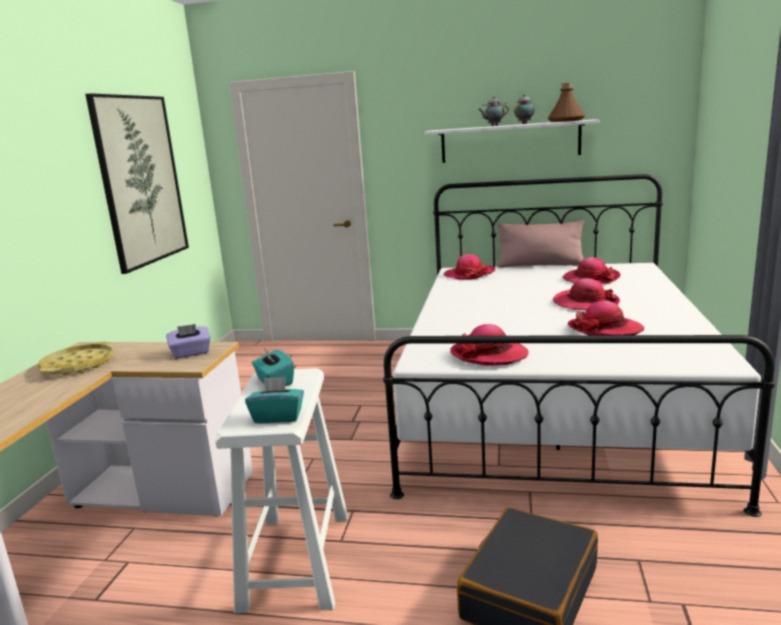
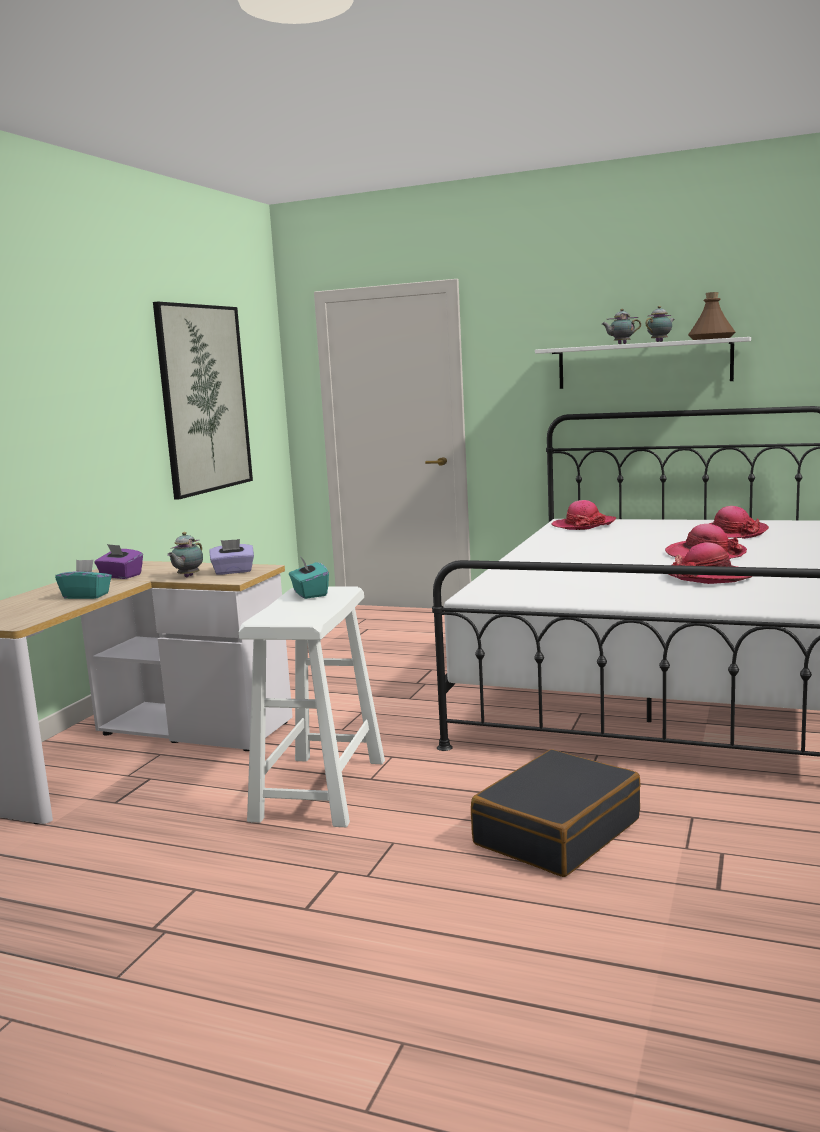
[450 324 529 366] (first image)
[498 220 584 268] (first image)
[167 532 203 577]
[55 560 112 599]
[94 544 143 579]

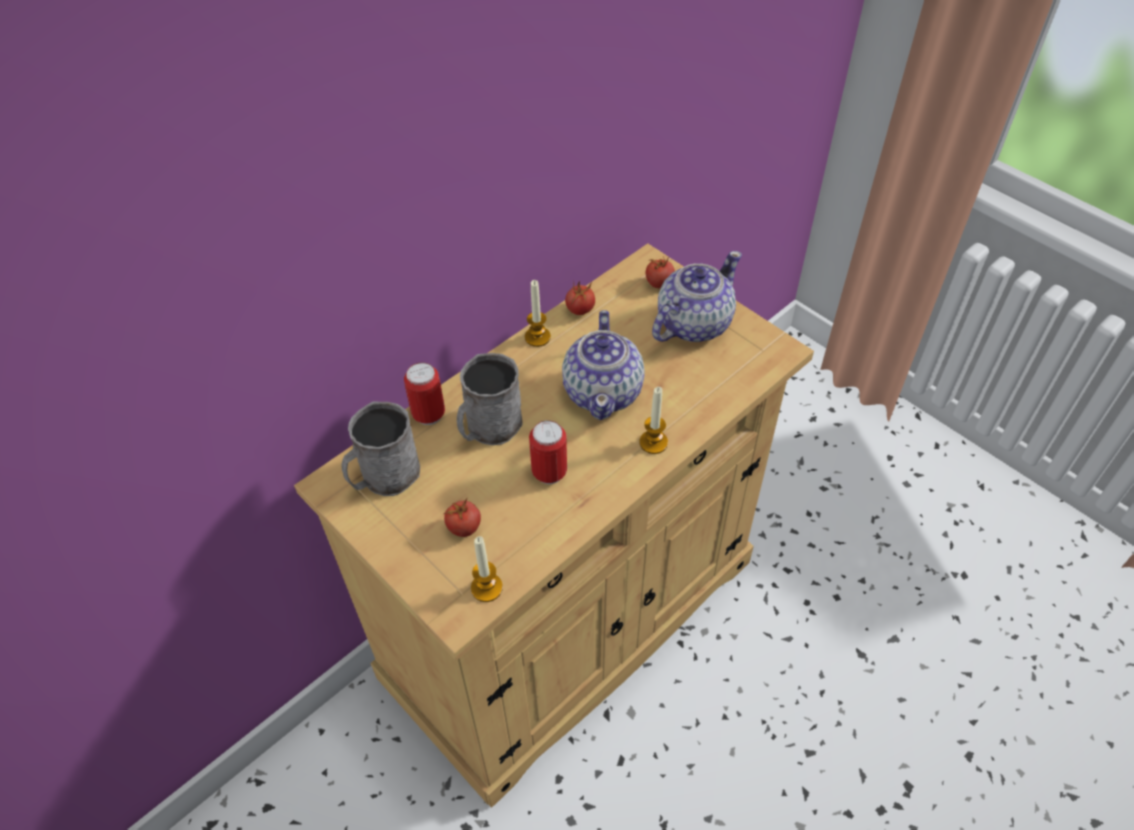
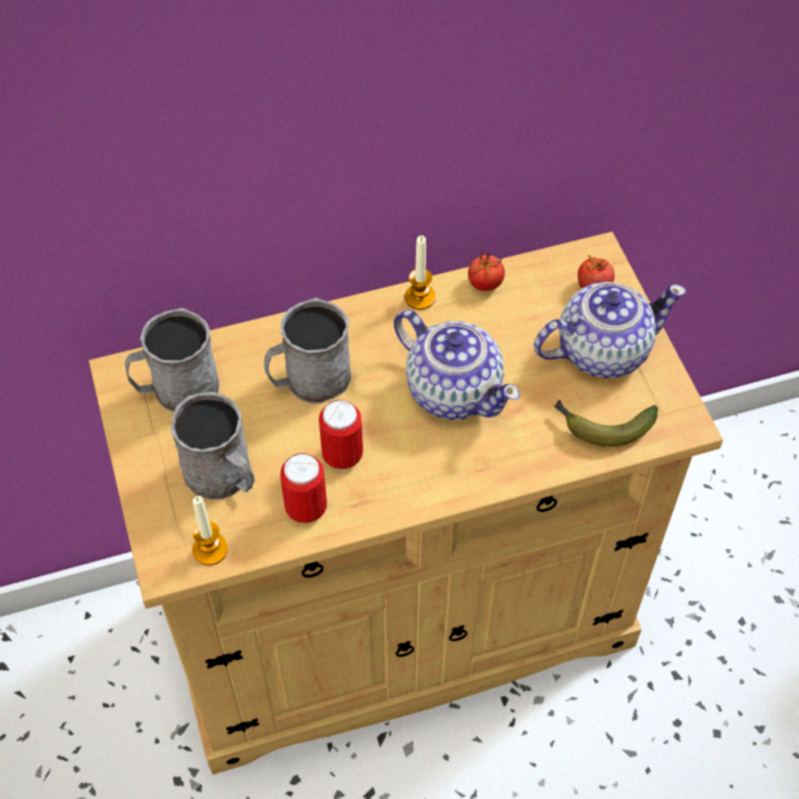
[639 387 668 454] (first image)
[554 400 658 447]
[280 453 327 523]
[171 392 255 500]
[394 310 520 420]

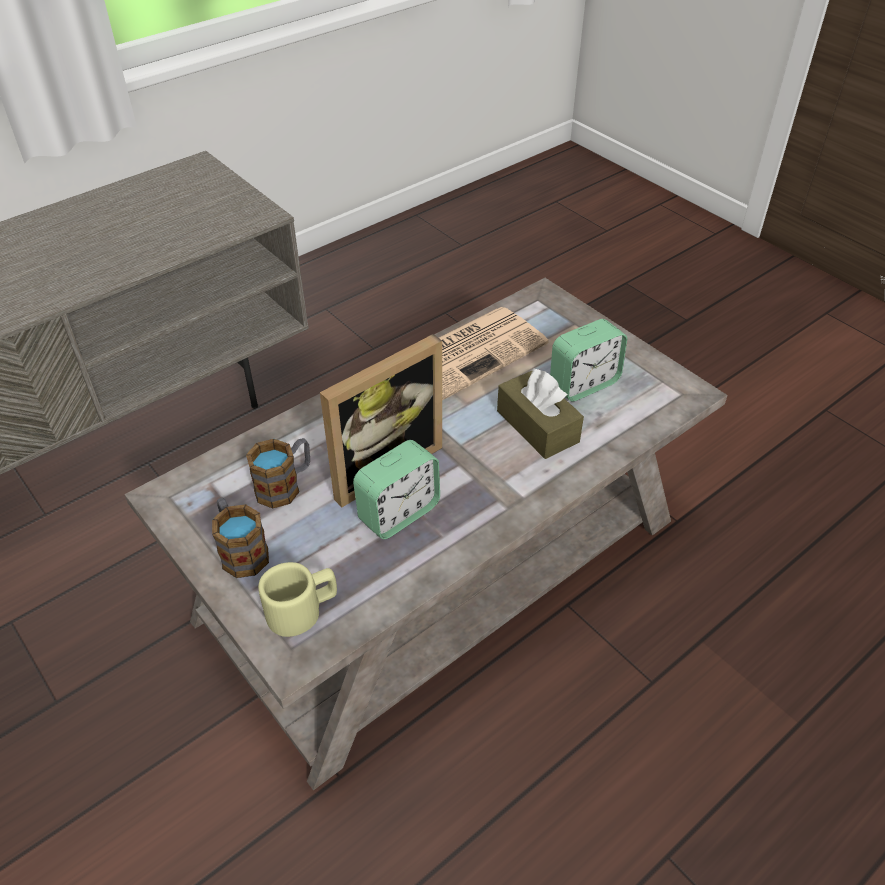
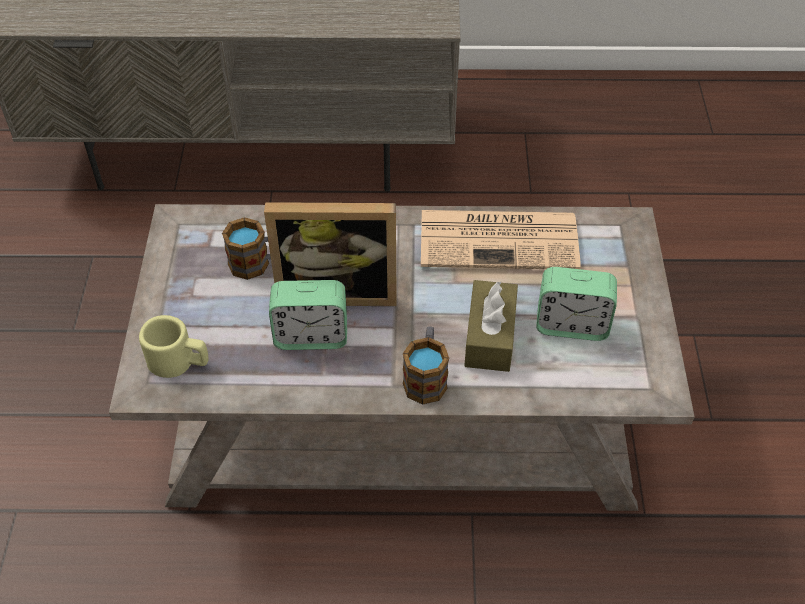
[403 326 449 405]

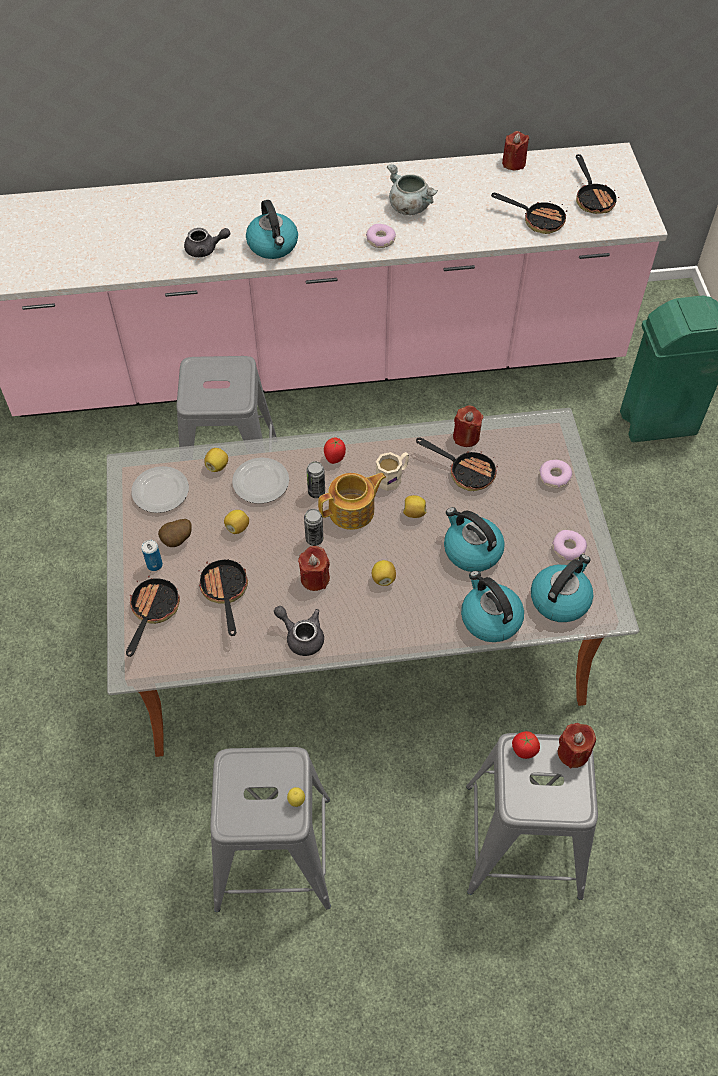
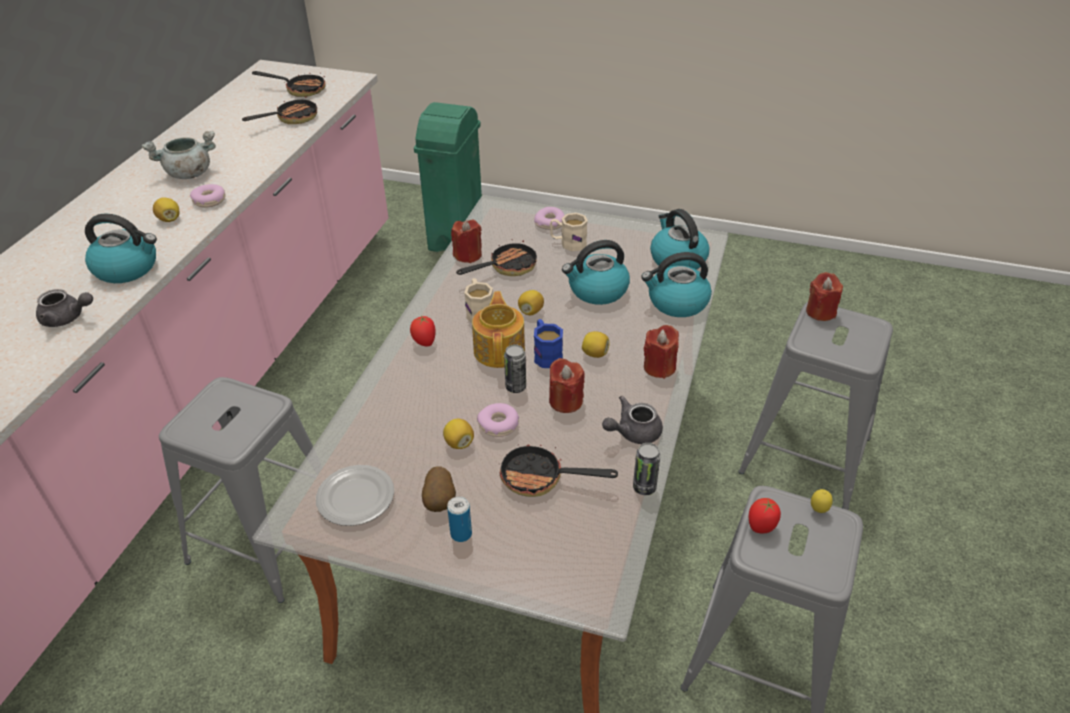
[126 576 180 657] (first image)
[232 457 289 504] (first image)
[534 319 563 368]
[550 213 588 251]
[153 197 179 222]
[633 443 661 495]
[644 325 679 379]
[749 498 781 533]
[477 403 519 437]
[36 289 93 327]

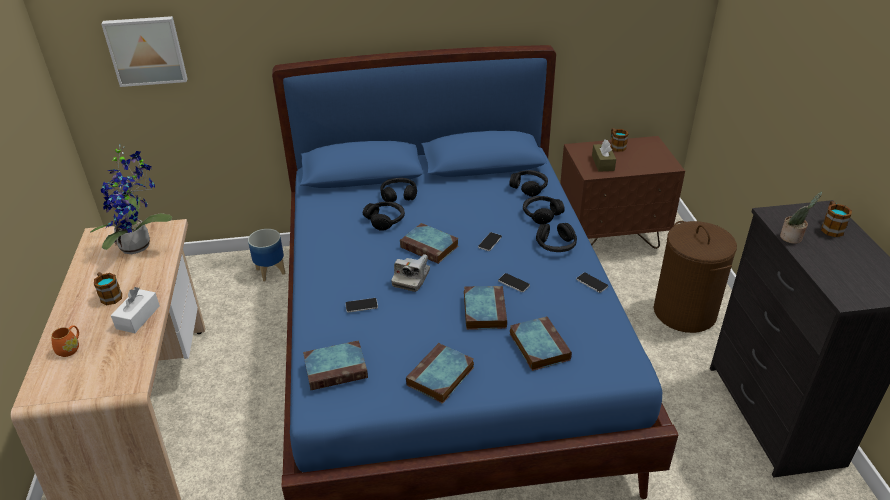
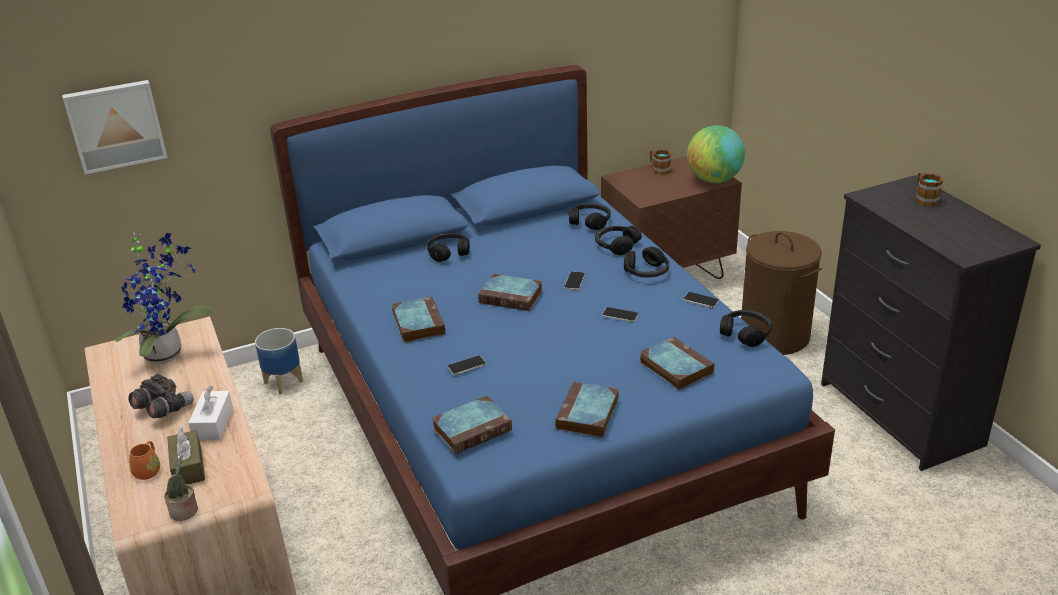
[391 254 430 292] (first image)
[687 125 745 183]
[720 310 772 347]
[392 296 445 343]
[167 428 205 484]
[164 455 198 521]
[128 374 194 419]

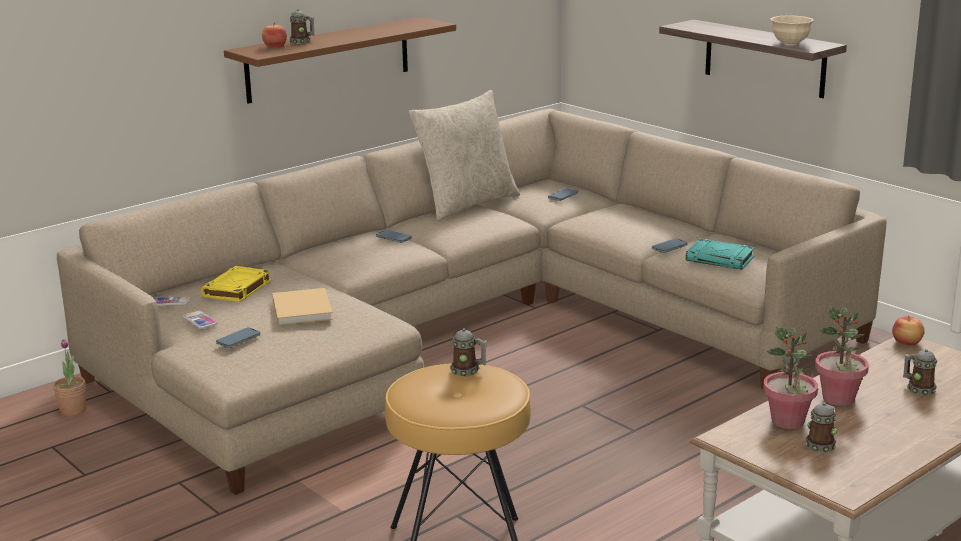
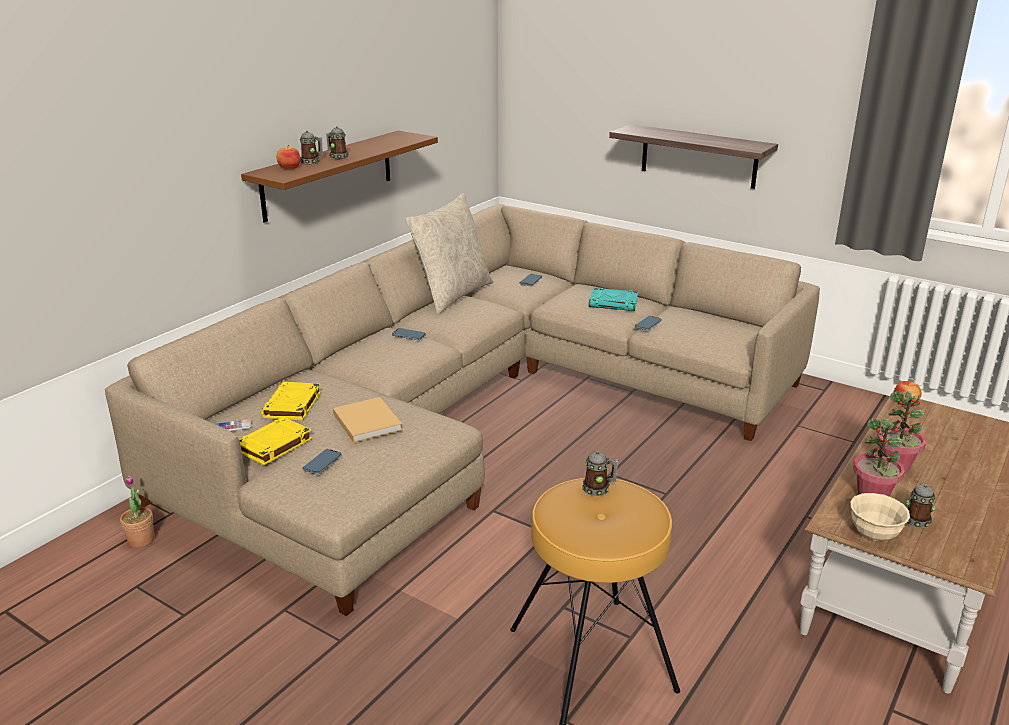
[589 288 638 311]
[850 493 910 540]
[326 126 349 159]
[239 417 312 465]

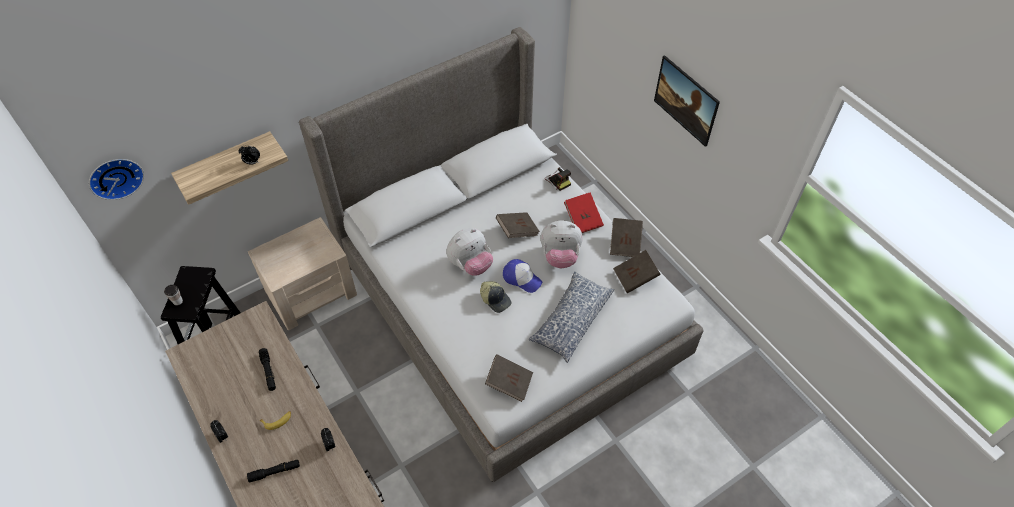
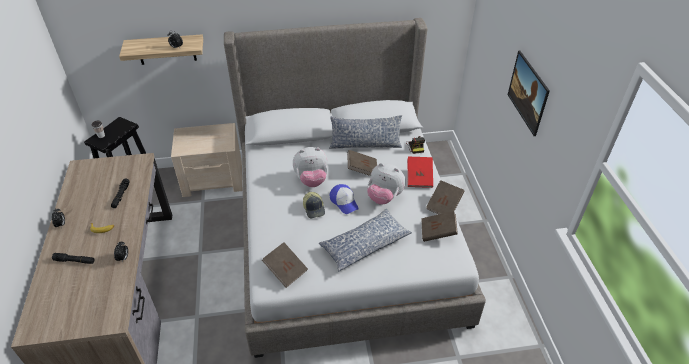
[89 159 144 200] (first image)
[329 115 402 149]

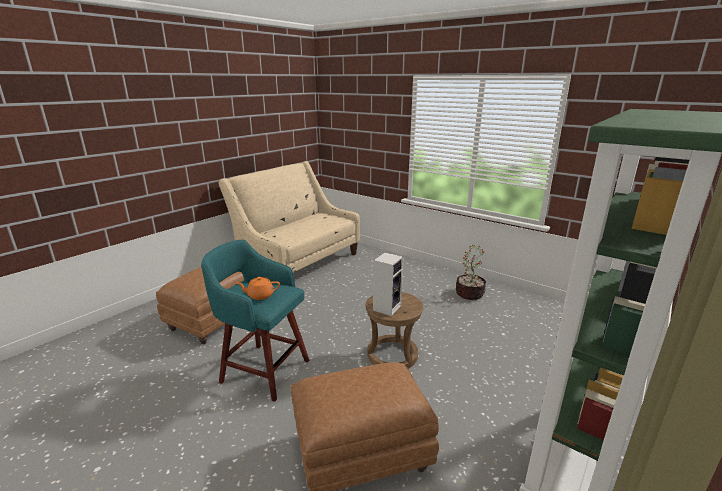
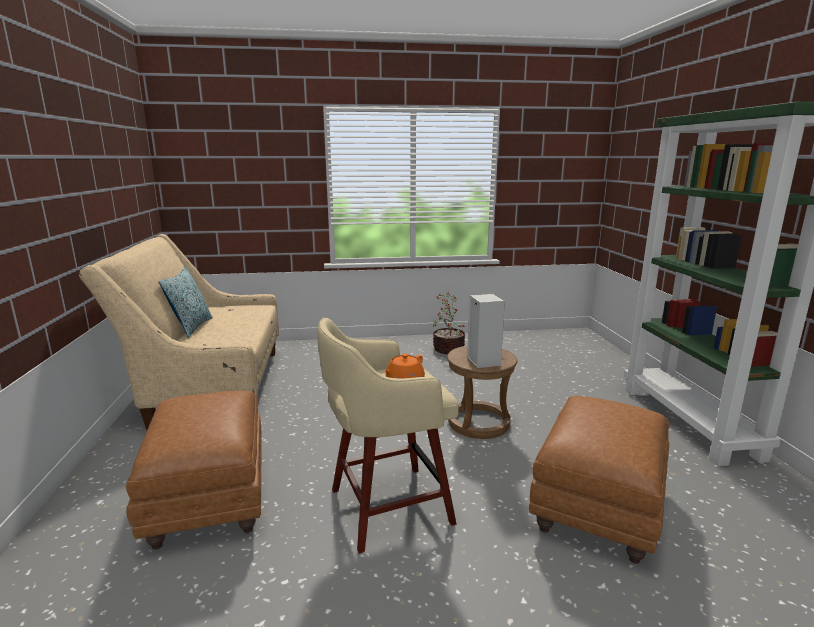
[159 267 213 338]
[317 318 459 554]

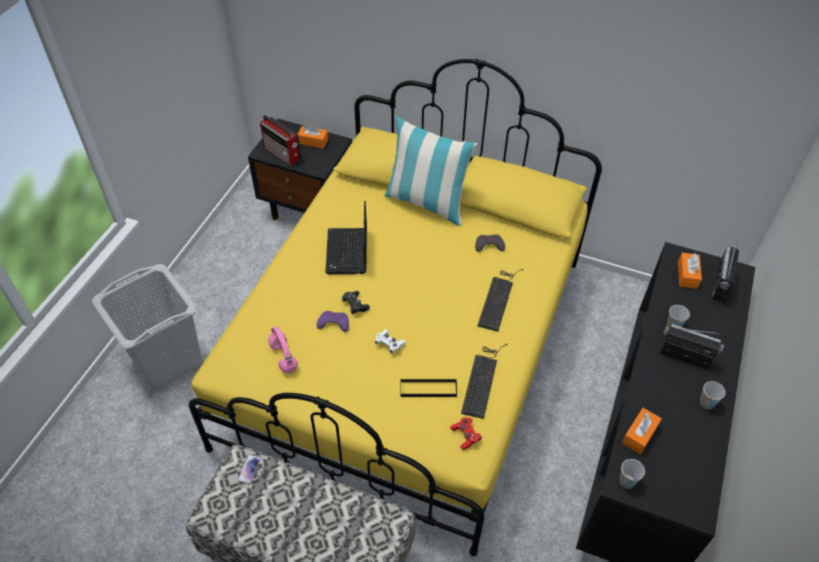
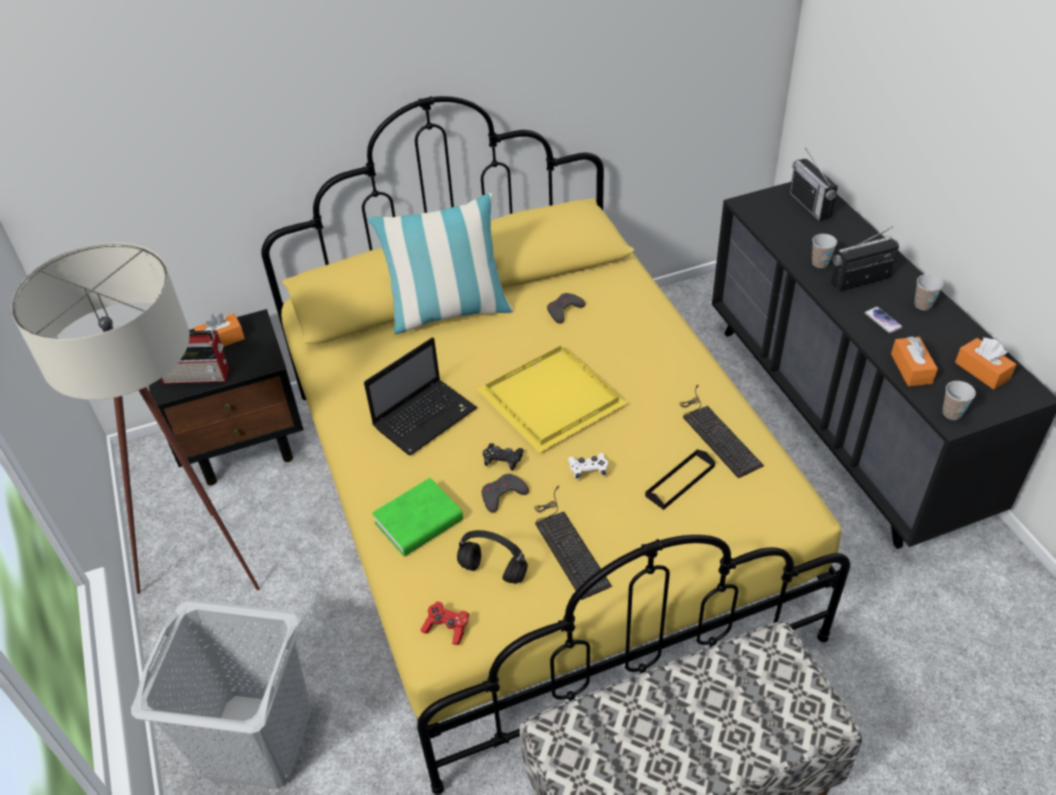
[11 242 260 594]
[372 478 463 556]
[477 345 627 453]
[865 307 902 333]
[421 602 469 645]
[534 486 612 600]
[955 337 1017 389]
[457 530 528 584]
[482 474 529 513]
[364 337 477 455]

